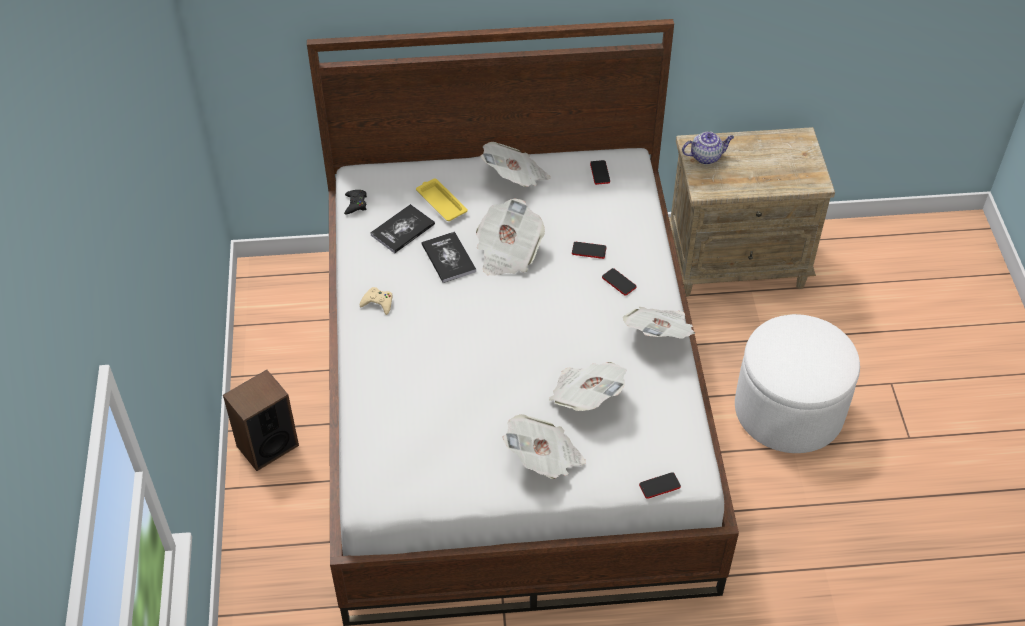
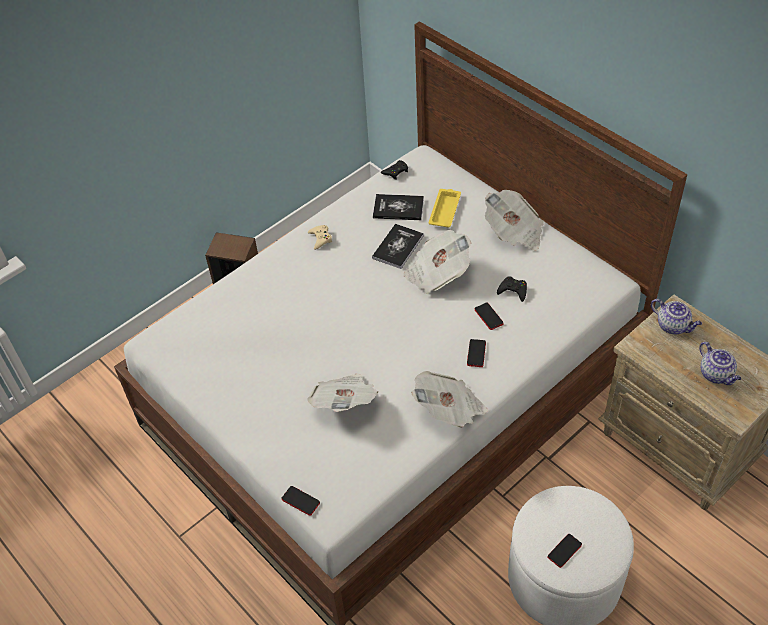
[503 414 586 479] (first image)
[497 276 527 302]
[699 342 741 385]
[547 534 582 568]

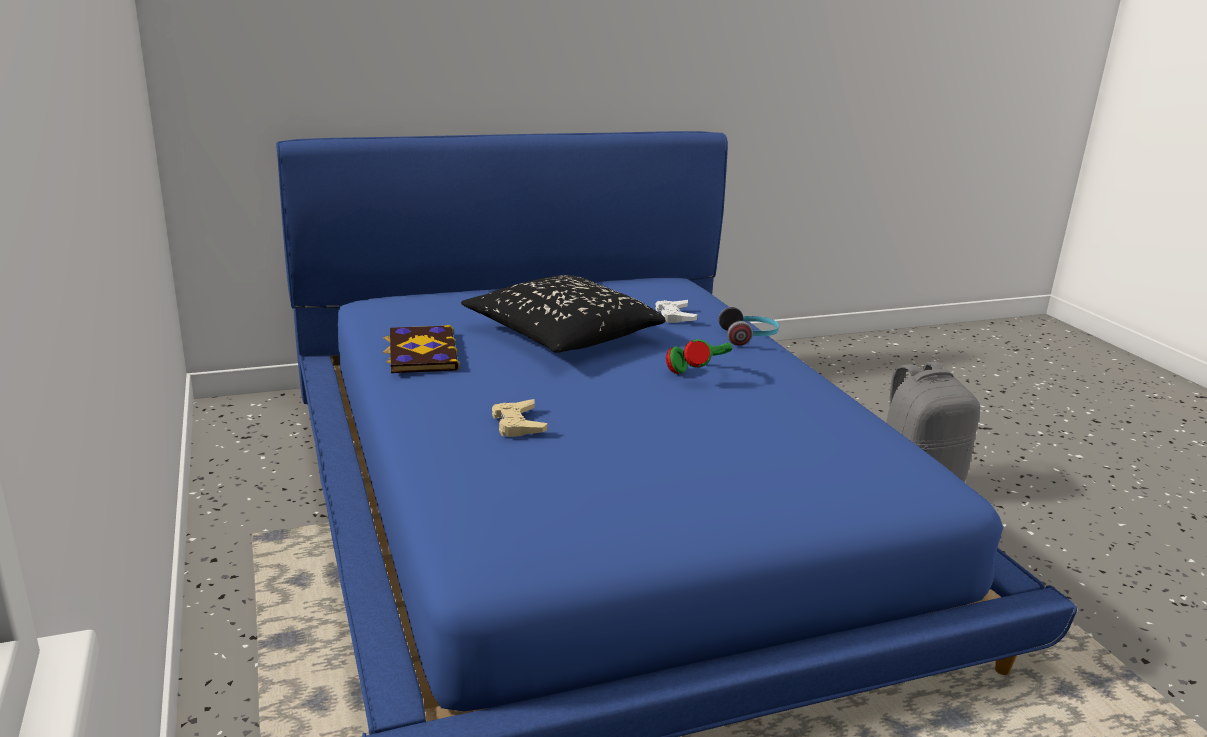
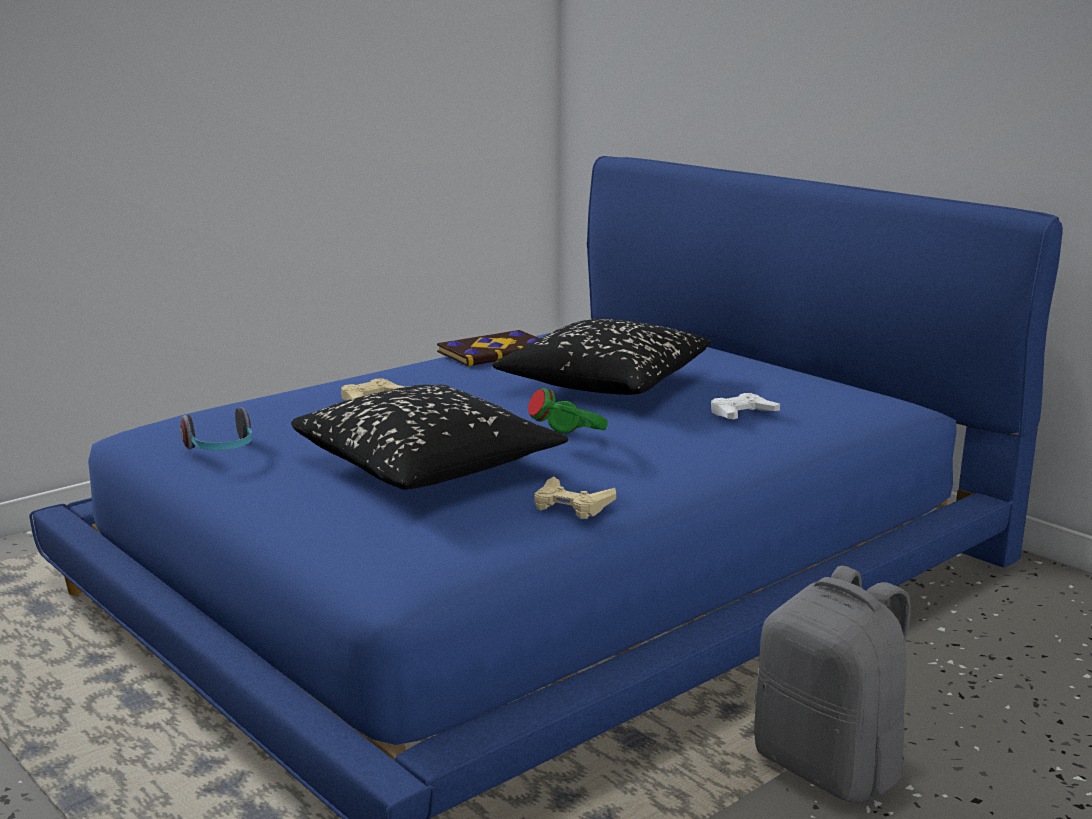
[291 385 568 490]
[534 476 616 519]
[180 407 252 450]

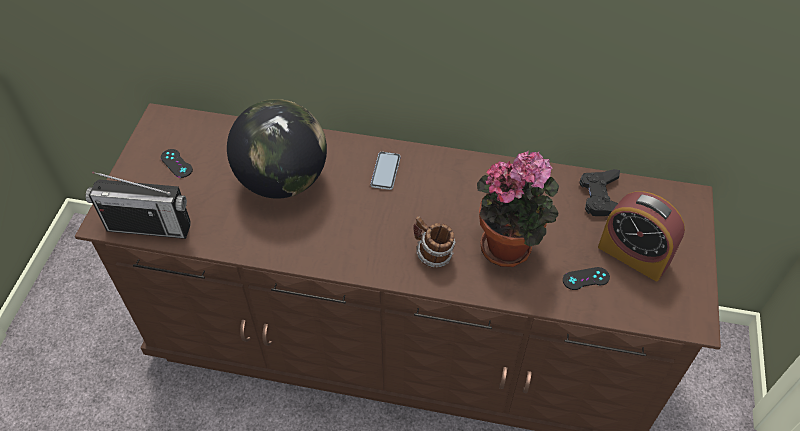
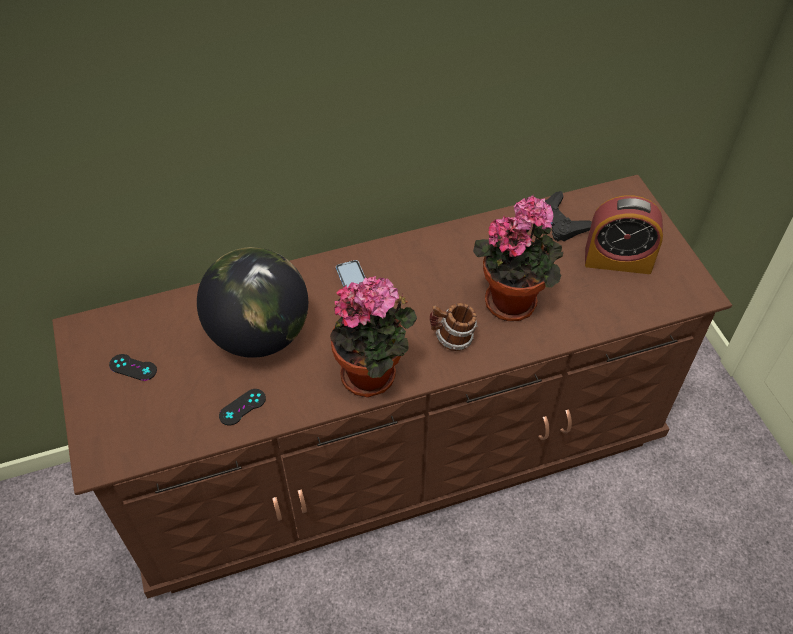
[86 171 190 239] (first image)
[330 276 417 397]
[219 389 266 425]

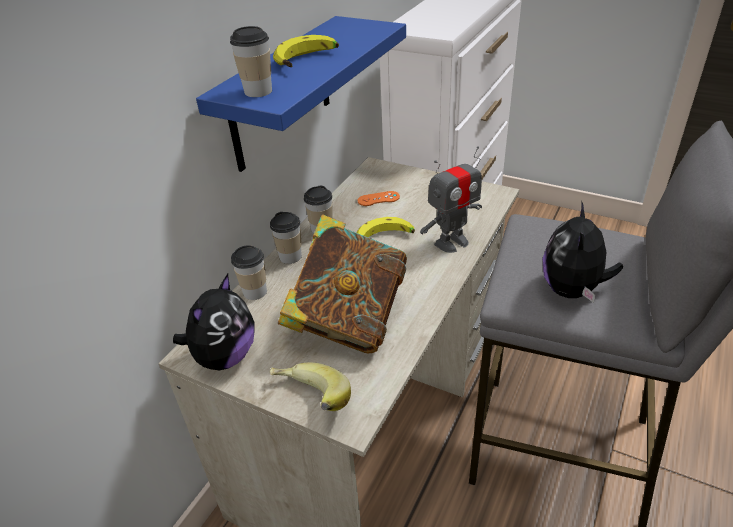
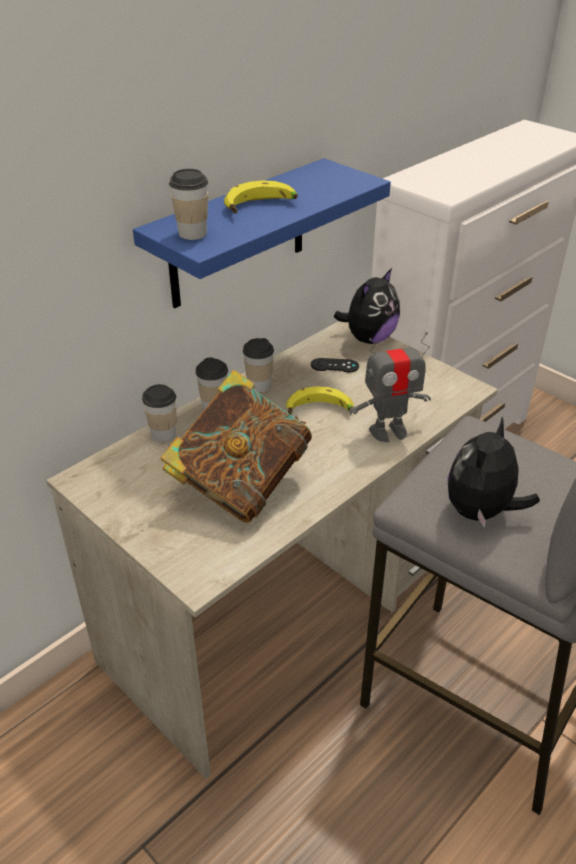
[270 362 351 411] (first image)
[334 268 400 344]
[311 358 359 372]

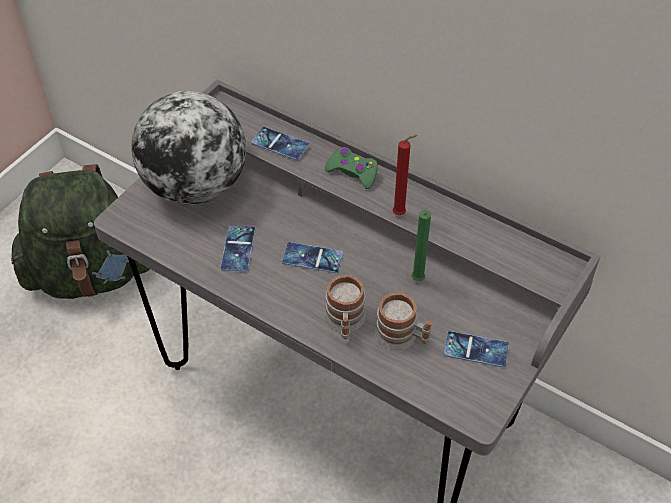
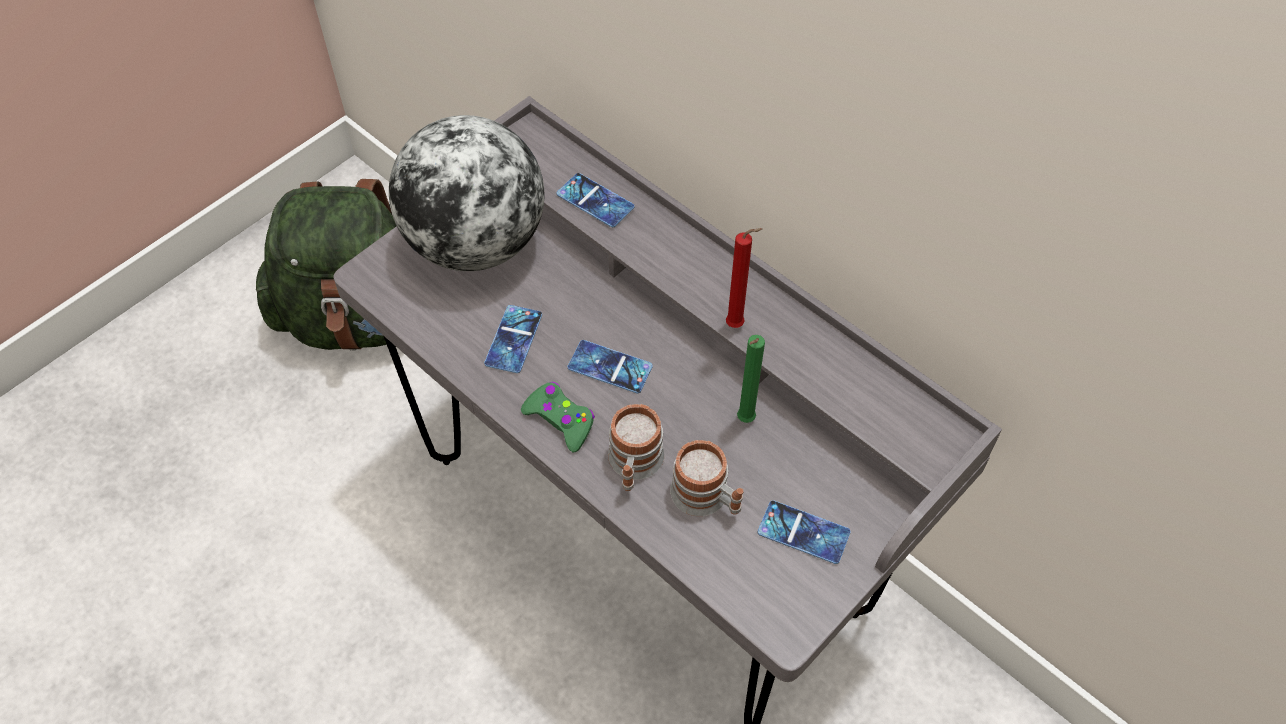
[521 382 595 453]

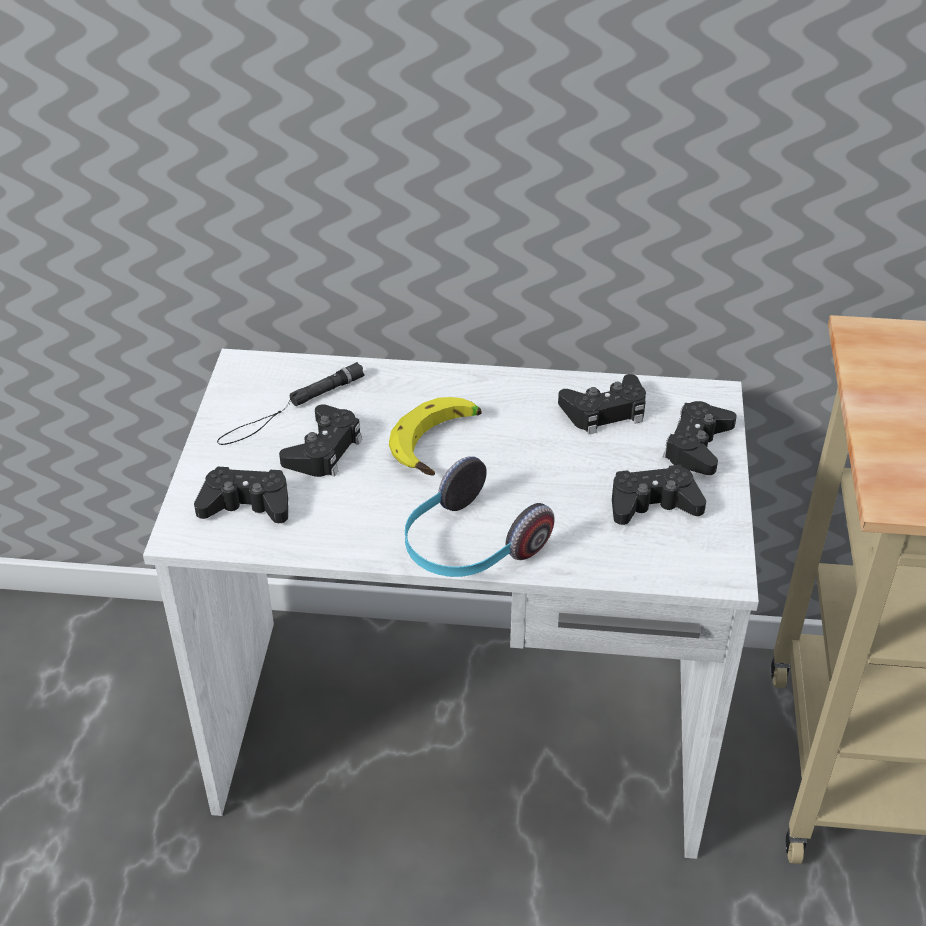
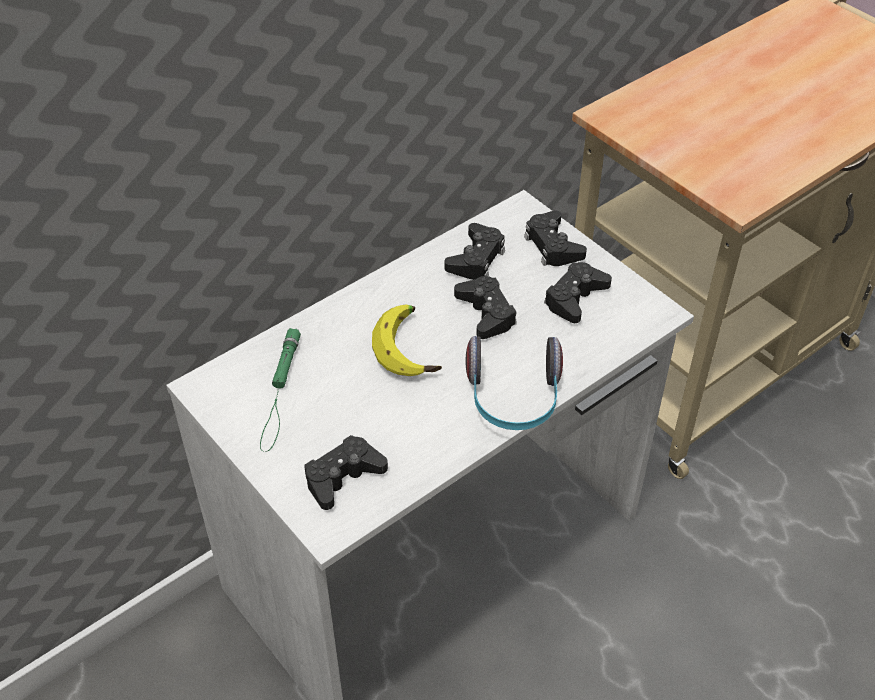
[454 276 517 339]
[260 328 301 452]

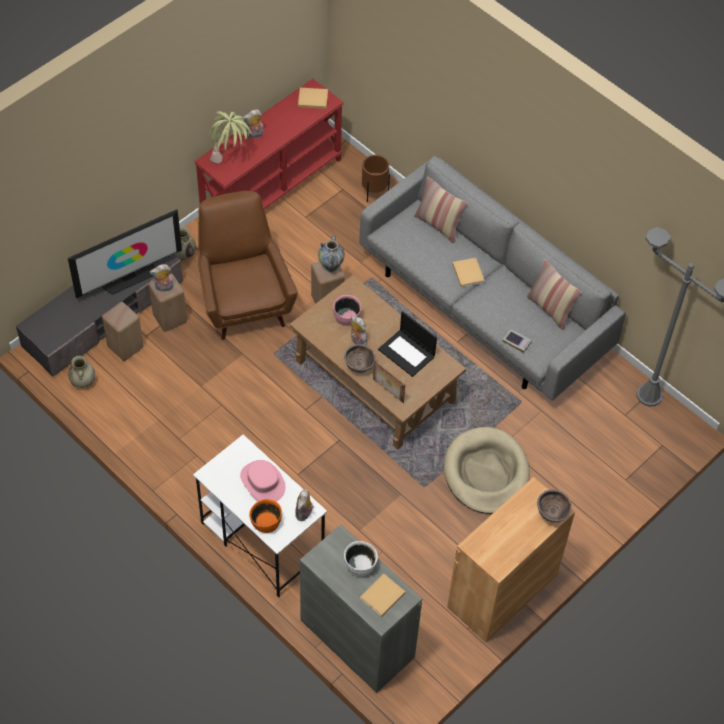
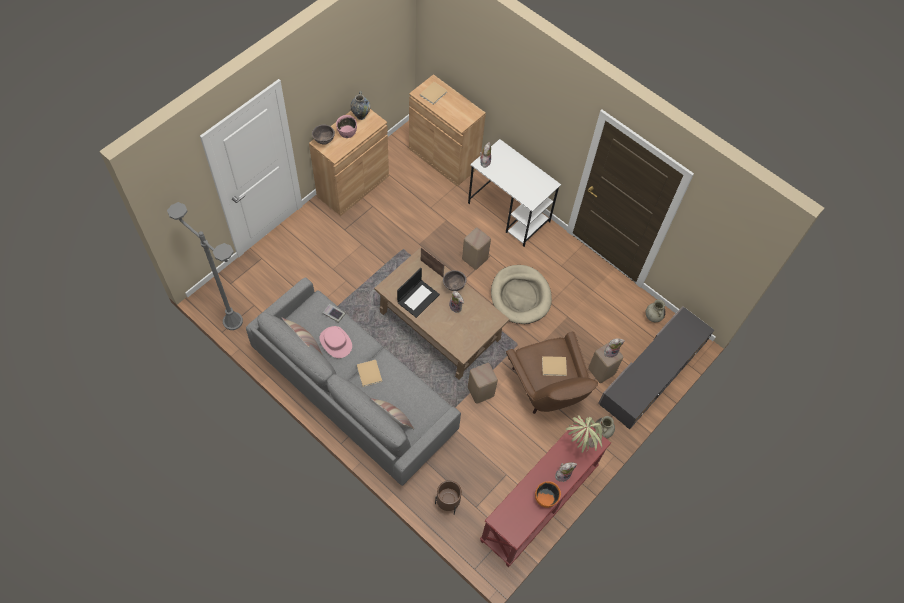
[68 209 182 299] (first image)
[344 541 378 577] (first image)
[462 227 491 270]
[320 326 352 358]
[535 481 561 508]
[542 356 567 376]
[350 91 371 120]
[336 115 357 138]
[491 265 552 324]
[409 74 486 186]
[397 268 440 318]

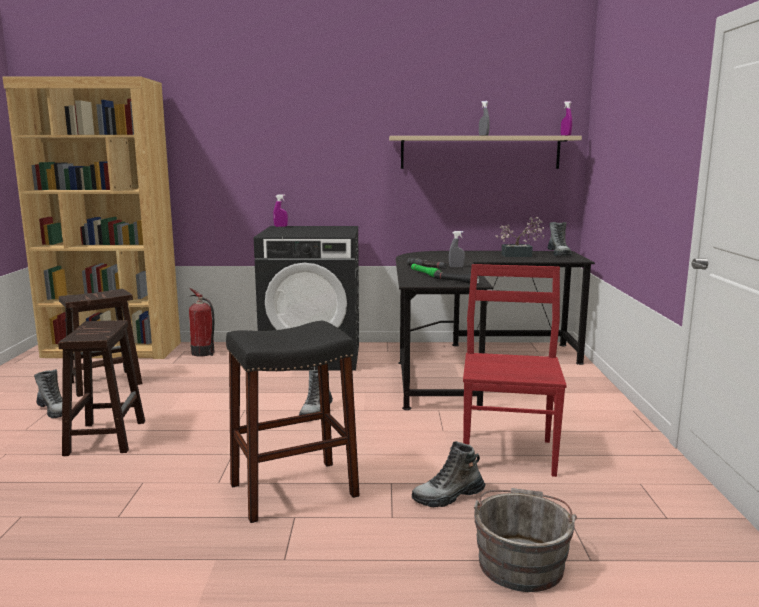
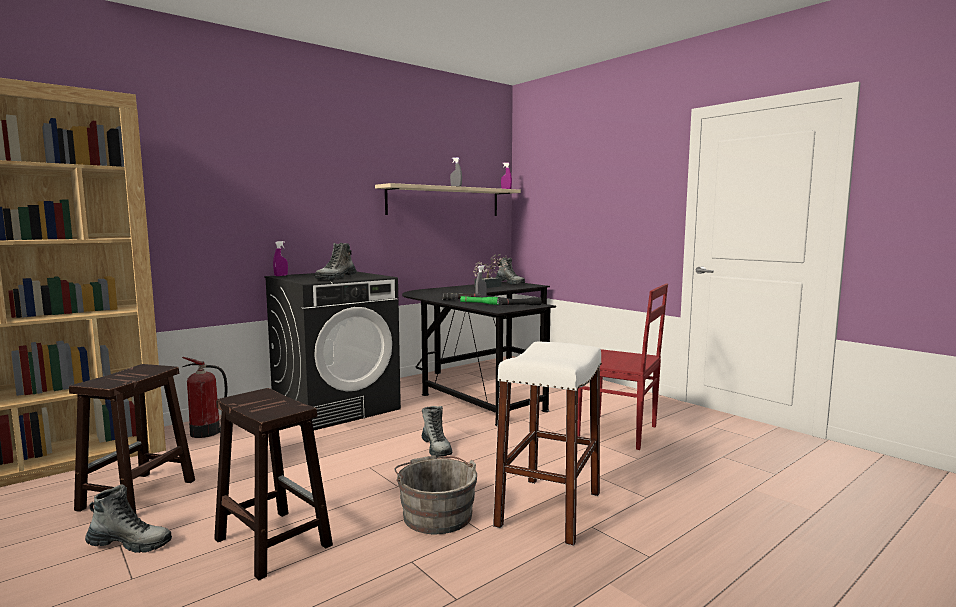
[315 243 357 280]
[394 455 477 535]
[493 342 602 546]
[577 283 668 450]

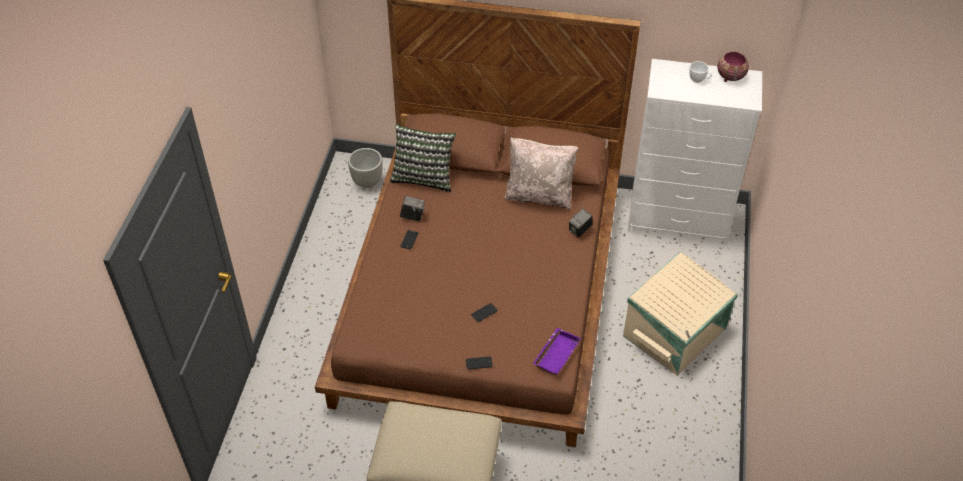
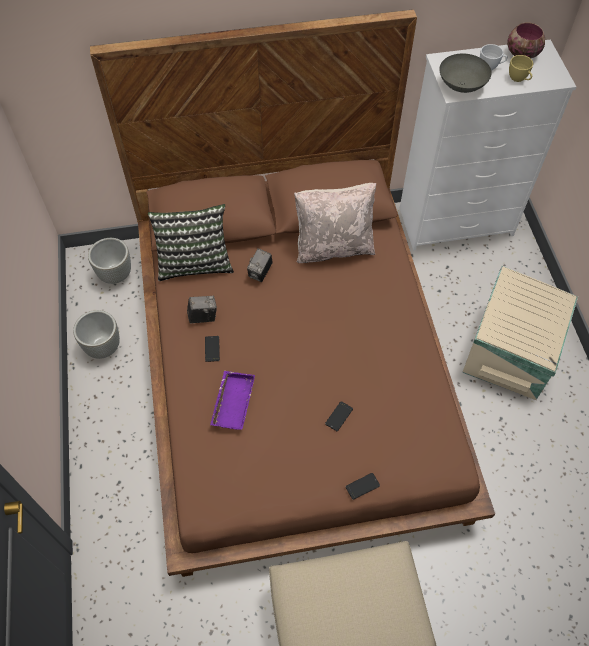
[73 310 120 359]
[440 53 492 93]
[509 55 533 82]
[210 371 255 430]
[247 248 273 282]

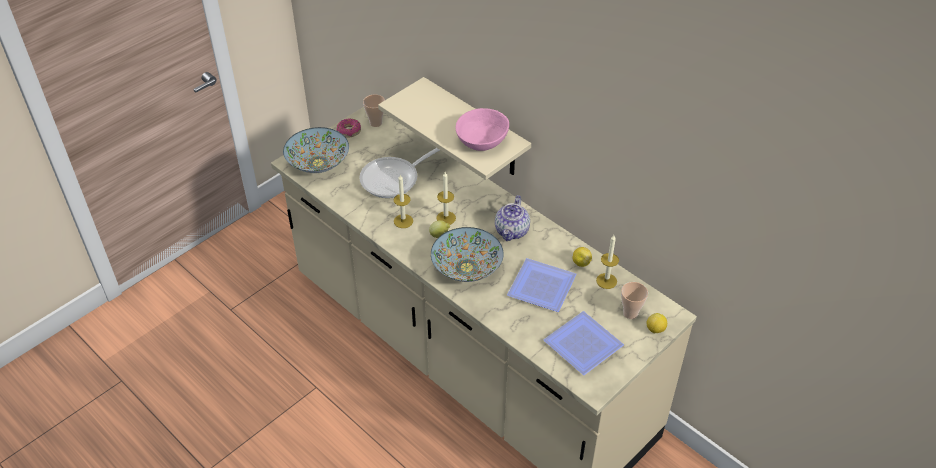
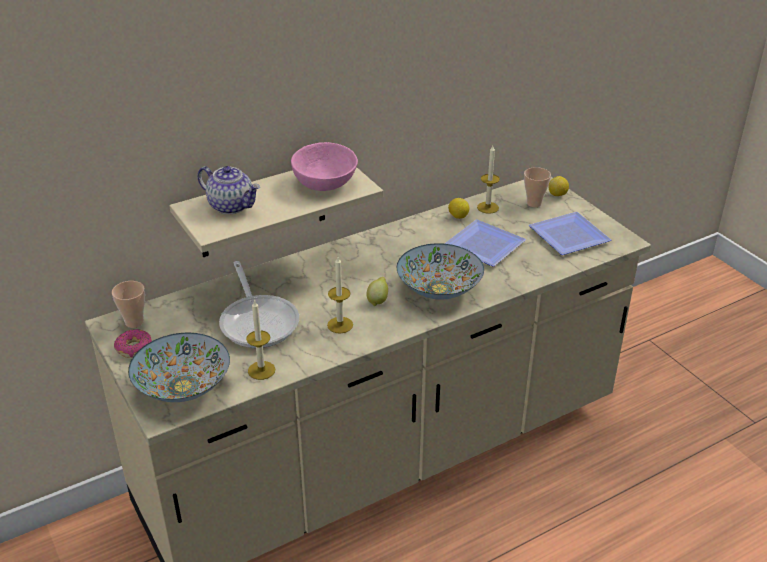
[246 299 275 380]
[197 166 260 214]

